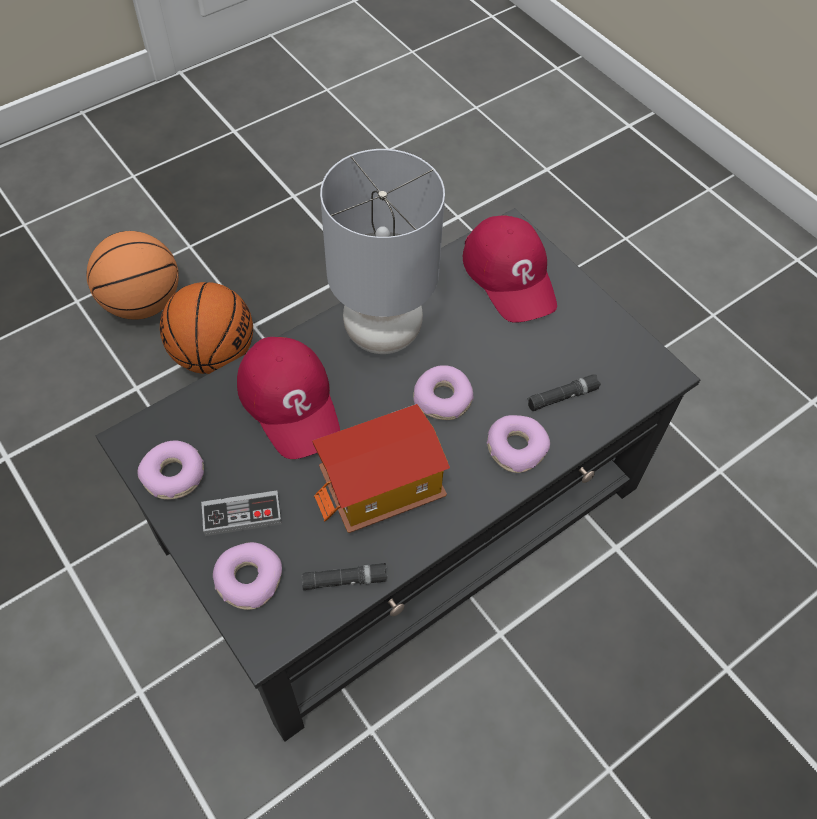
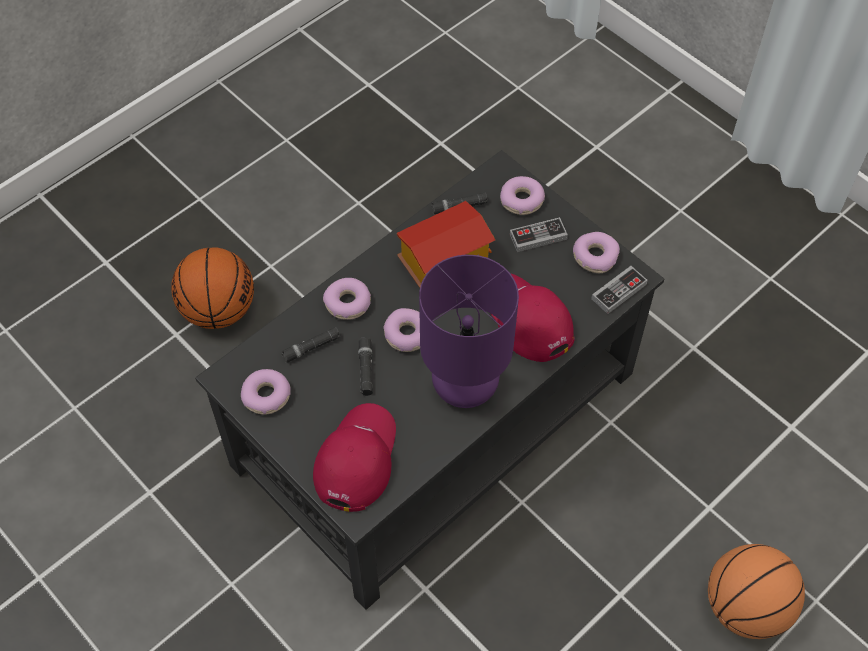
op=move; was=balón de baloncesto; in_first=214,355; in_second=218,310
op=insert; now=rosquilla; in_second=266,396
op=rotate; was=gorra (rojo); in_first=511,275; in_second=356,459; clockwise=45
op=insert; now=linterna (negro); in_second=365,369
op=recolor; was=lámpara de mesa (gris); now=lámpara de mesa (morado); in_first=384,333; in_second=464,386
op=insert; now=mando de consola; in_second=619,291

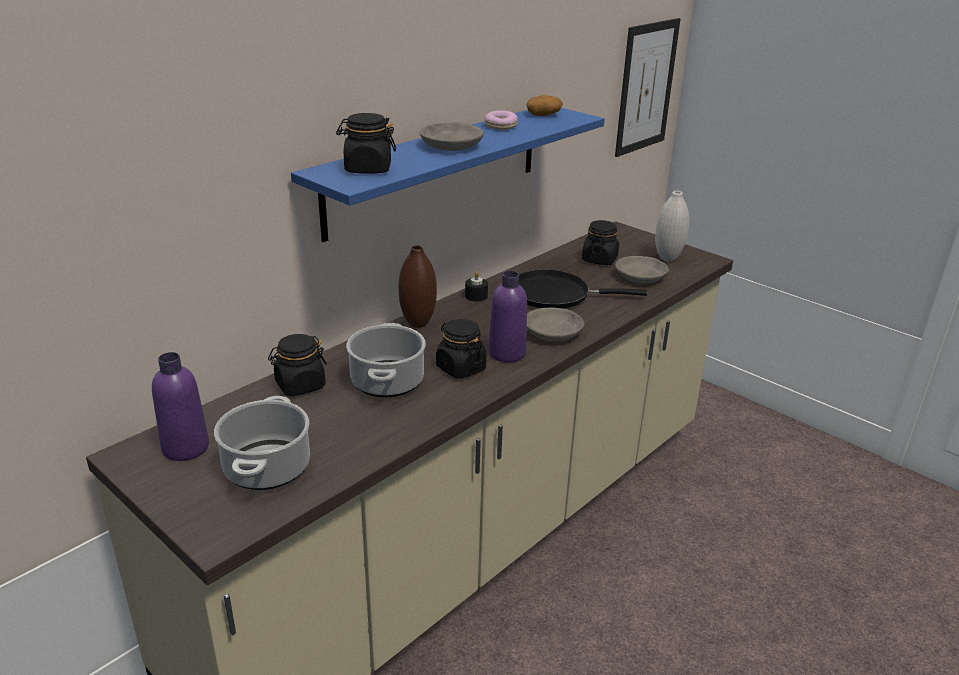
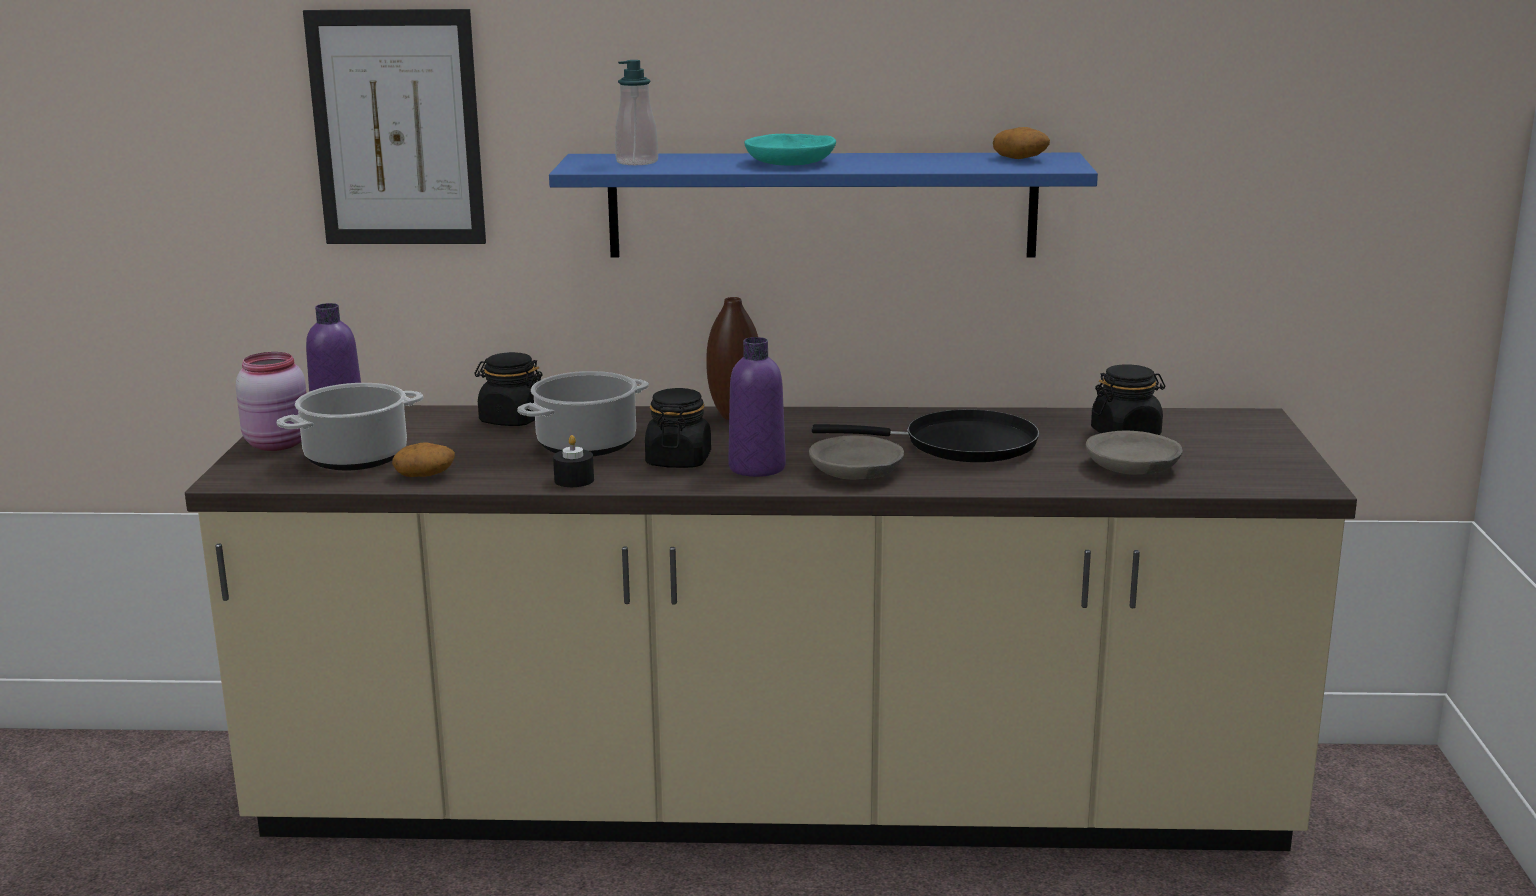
op=insert; now=tarro (rosa); in_second=279,443
op=move; was=cuadro; in_first=646,87; in_second=397,129
op=insert; now=patata; in_second=425,475
op=move; was=vela (negro); in_first=476,296; in_second=574,480
op=replace; was=tarro (negro); now=dispensador de jabón; in_first=367,169; in_second=637,162
op=recolor; was=cuenco (gris); now=cuenco (turquesa); in_first=451,145; in_second=791,162
op=rotate; was=sartén (negro); in_first=555,295; in_second=960,445; clockwise=135
op=delete; was=rosquilla; in_first=500,126
op=delete; was=florero (blanco); in_first=667,258

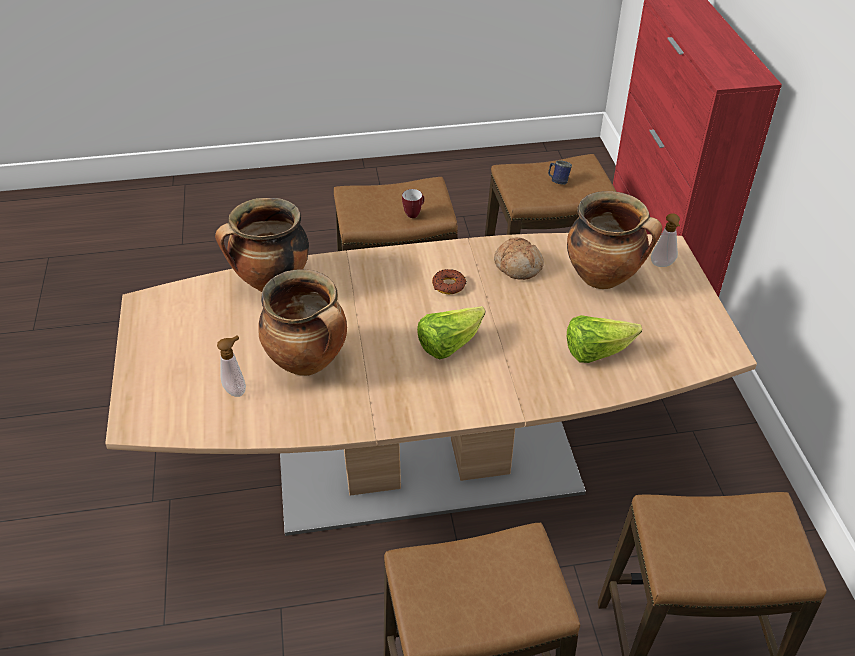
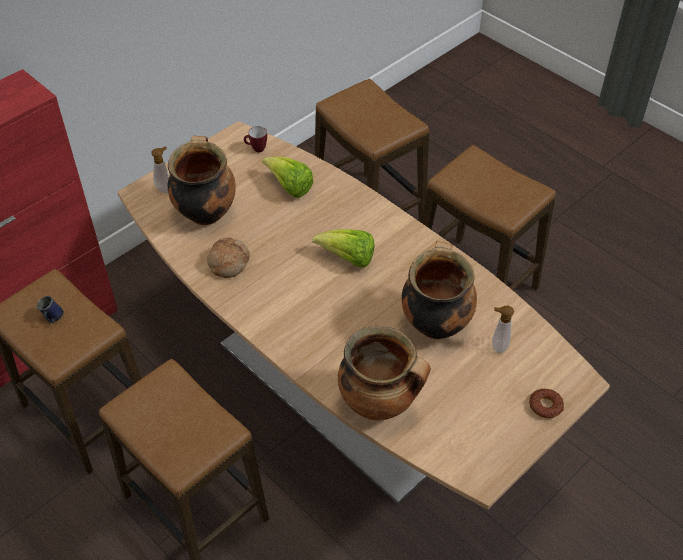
op=move; was=taza grande; in_first=414,213; in_second=256,149
op=move; was=rosquilla; in_first=449,285; in_second=545,406

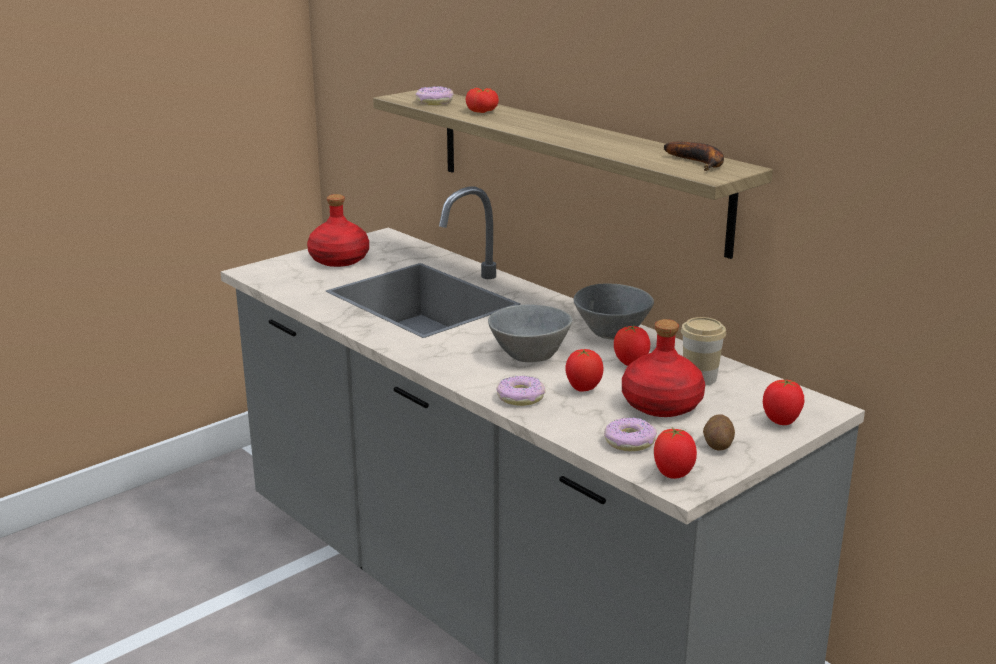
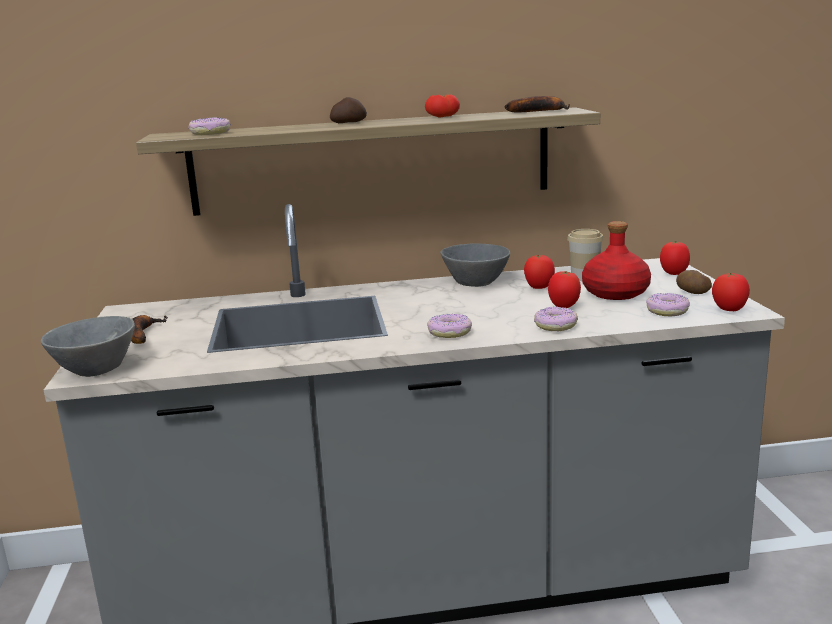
op=move; was=cuenco (gris); in_first=529,354; in_second=94,369
op=replace; was=botella (rojo); now=plátano; in_first=339,259; in_second=141,334
op=insert; now=patata; in_second=348,122
op=move; was=tomate; in_first=483,111; in_second=442,116
op=insert; now=rosquilla; in_second=449,332

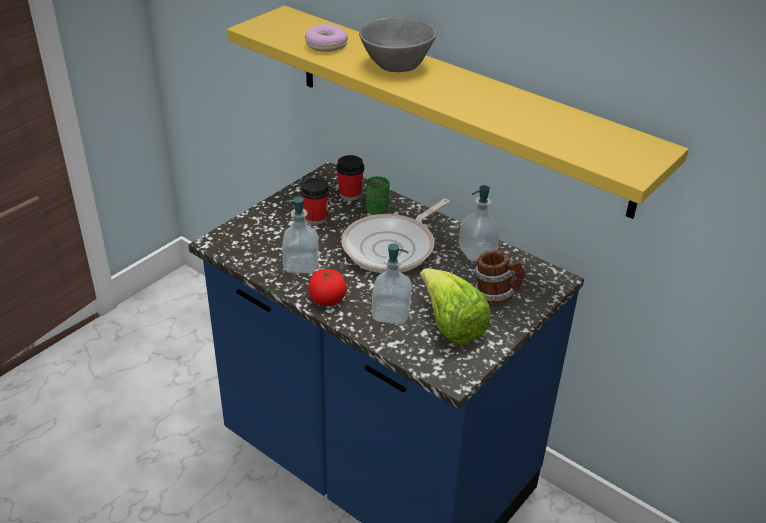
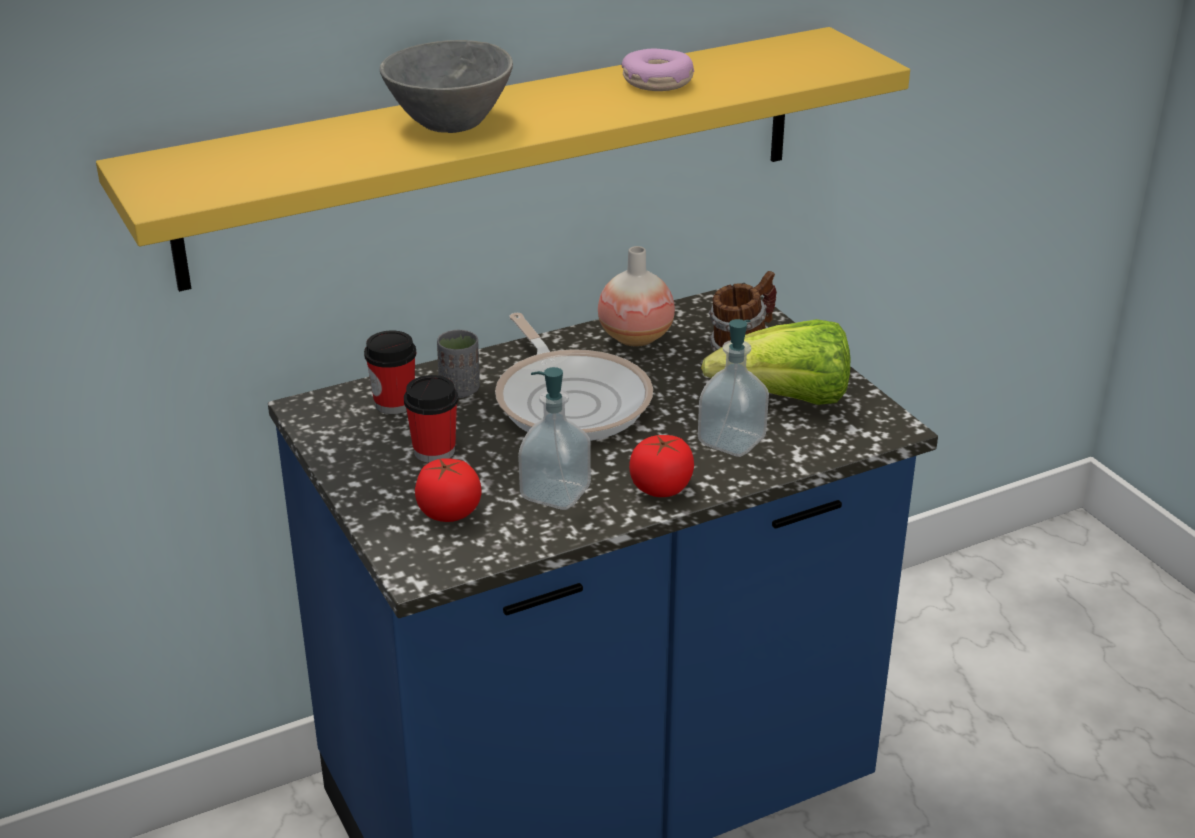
op=insert; now=tomate; in_second=449,512
op=recolor; was=taza (verde); now=taza (gris); in_first=377,210; in_second=460,390
op=replace; was=dispensador de jabón; now=florero; in_first=477,252; in_second=635,337
op=move; was=rosquilla; in_first=325,45; in_second=658,82

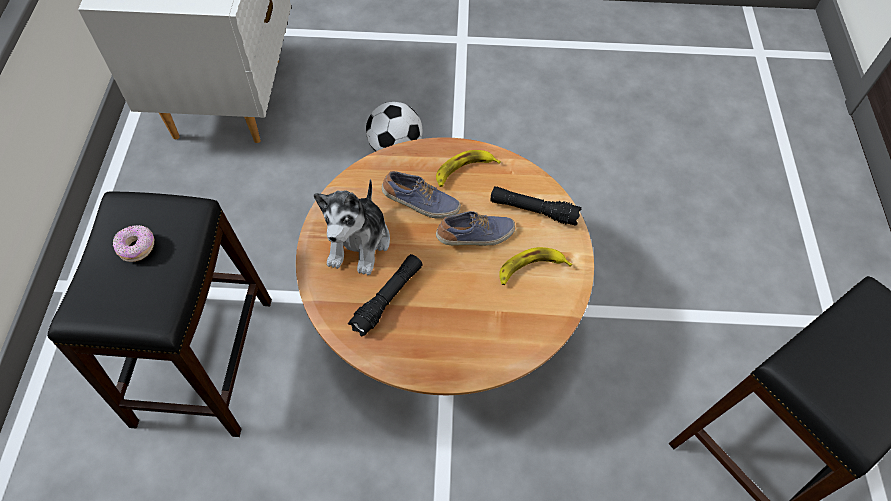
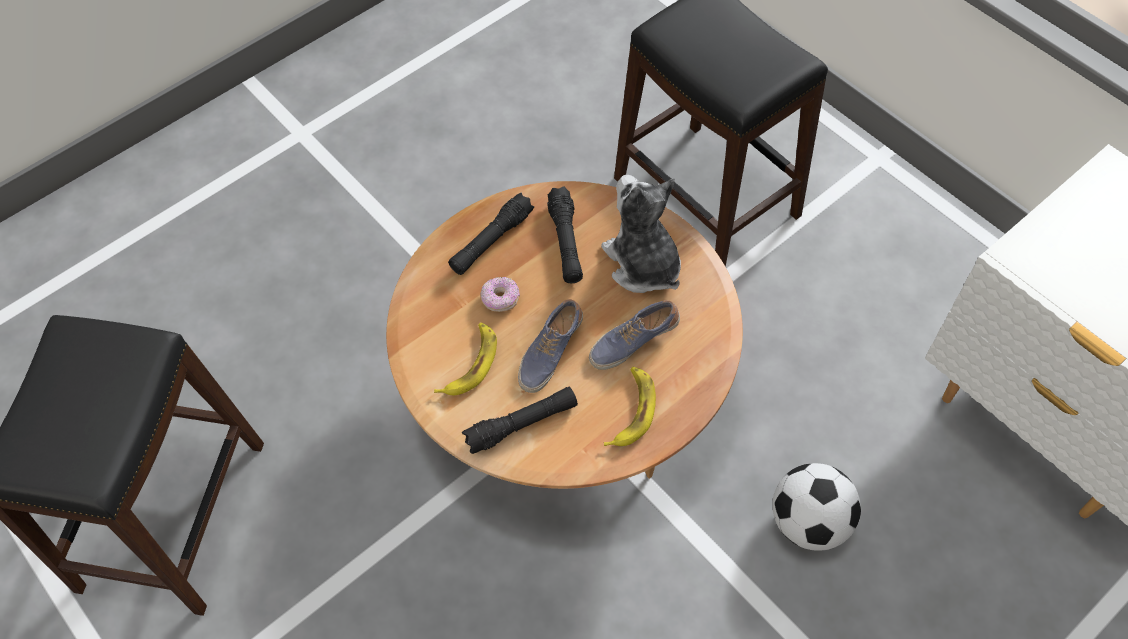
op=insert; now=linterna (negro); in_second=491,241
op=move; was=rosquilla; in_first=137,247; in_second=500,299

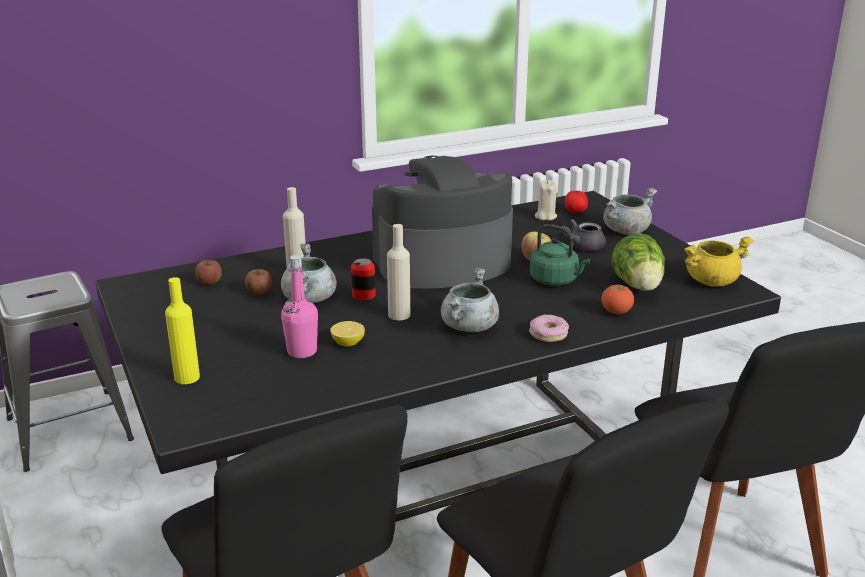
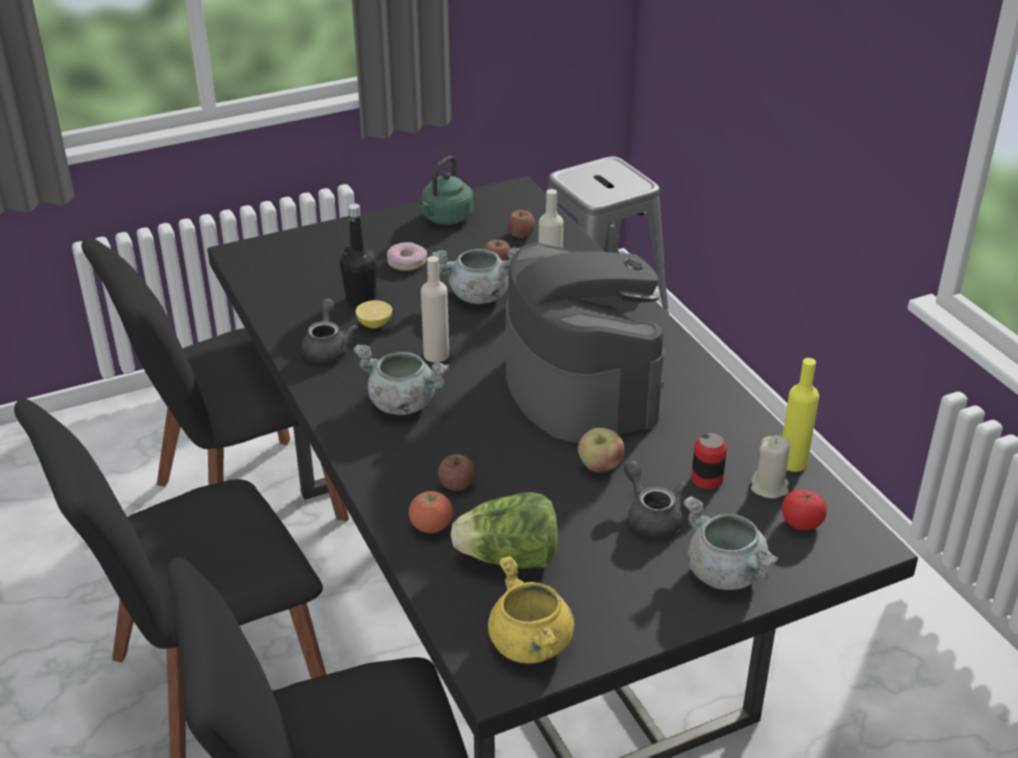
op=insert; now=tetera (gris); in_second=328,347
op=recolor; was=botella (rosa); now=botella (negro); in_first=302,351; in_second=361,299
op=move; was=rosquilla; in_first=548,334; in_second=407,262
op=move; was=hervidor (verde); in_first=556,280; in_second=445,219
op=insert; now=manzana; in_second=456,484
op=move; was=lata; in_first=363,295; in_second=707,479
op=move; was=botella (amarillo); in_first=187,377; in_second=793,462

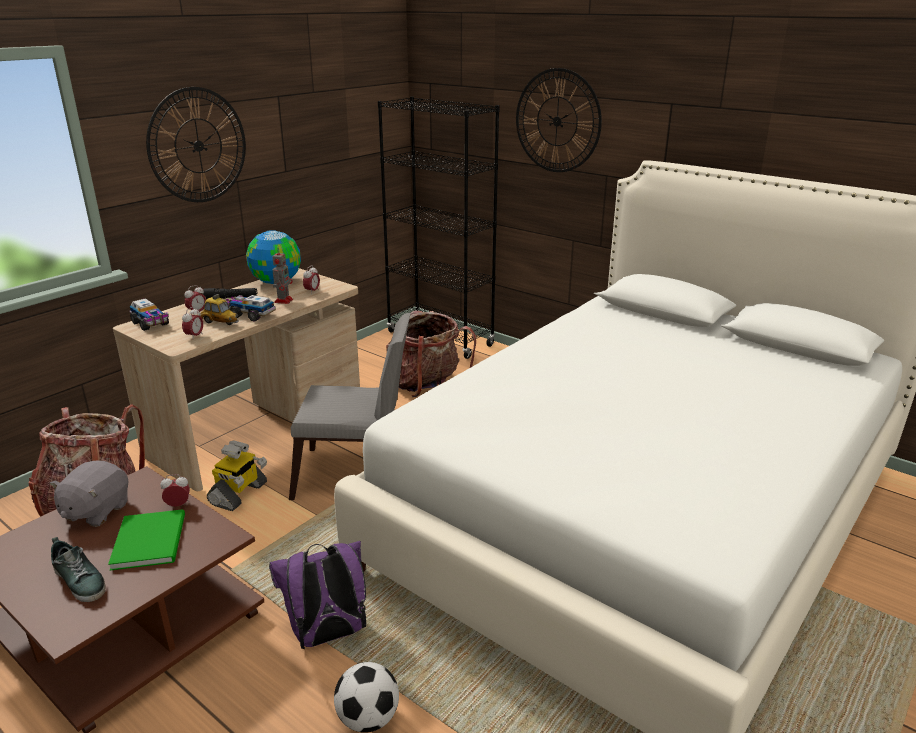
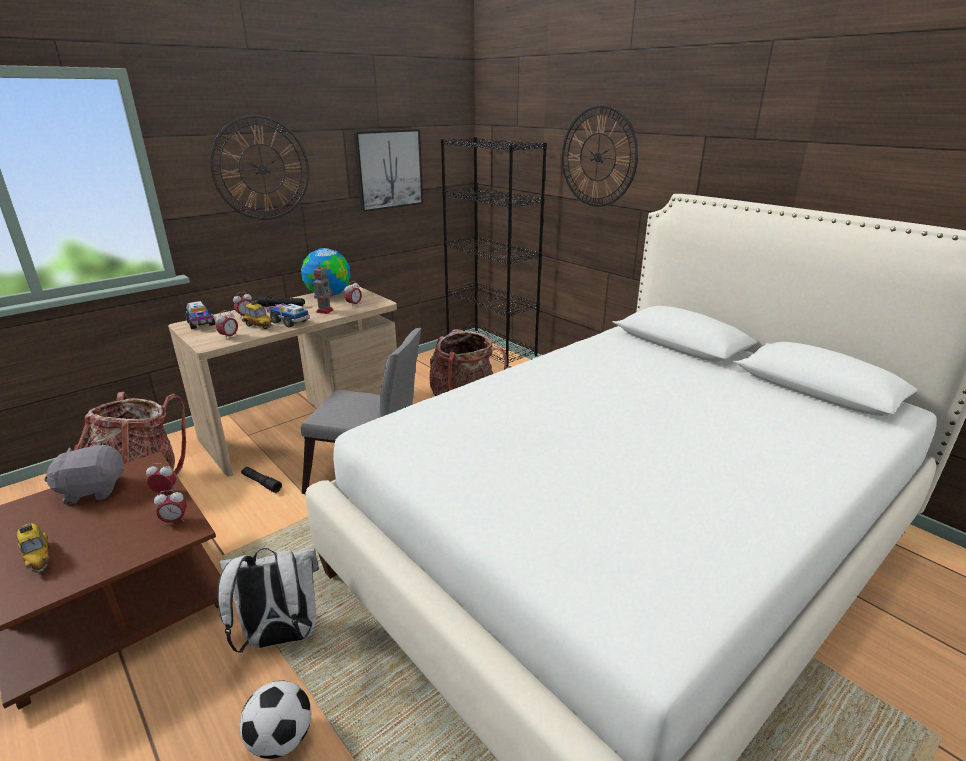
op=replace; was=zapato; now=coche de juguete; in_first=80,580; in_second=39,558
op=rotate; was=peluche (gris); in_first=95,511; in_second=93,490; clockwise=45
op=insert; now=despertador; in_second=175,521
op=recolor; was=mochila (morado); now=mochila (blanco); in_first=327,635; in_second=280,637
op=replace; was=robot de juguete; now=linterna (negro); in_first=239,494; in_second=261,483
op=insert; now=cuadro; in_second=389,169
op=delete; was=libro (verde); in_first=152,539

